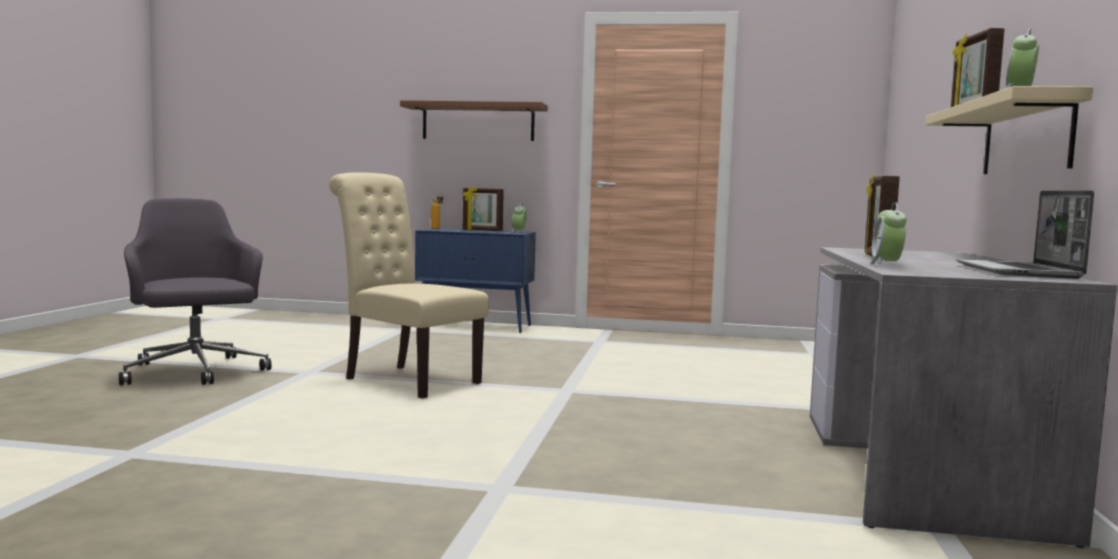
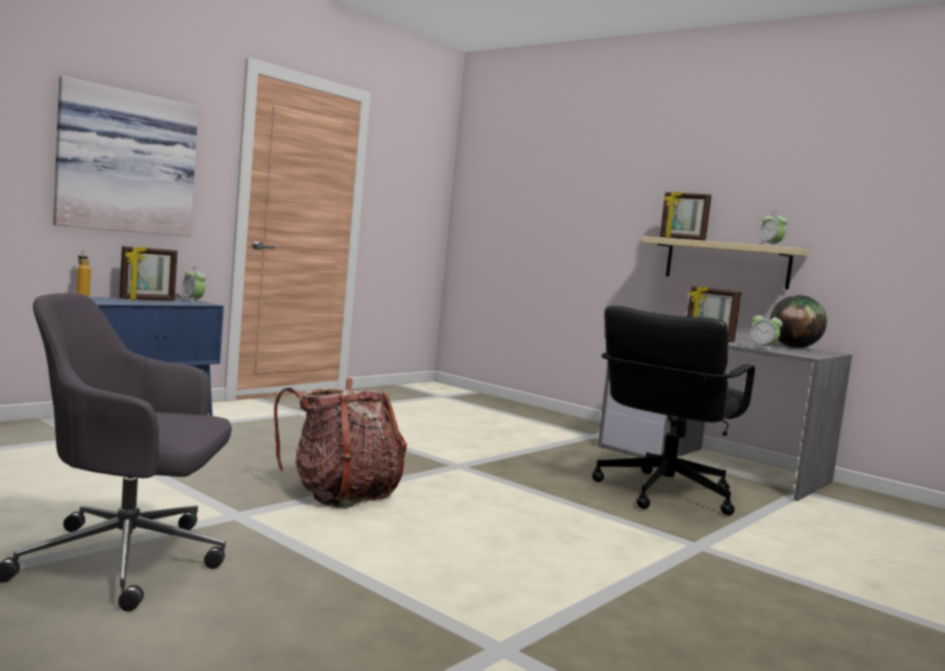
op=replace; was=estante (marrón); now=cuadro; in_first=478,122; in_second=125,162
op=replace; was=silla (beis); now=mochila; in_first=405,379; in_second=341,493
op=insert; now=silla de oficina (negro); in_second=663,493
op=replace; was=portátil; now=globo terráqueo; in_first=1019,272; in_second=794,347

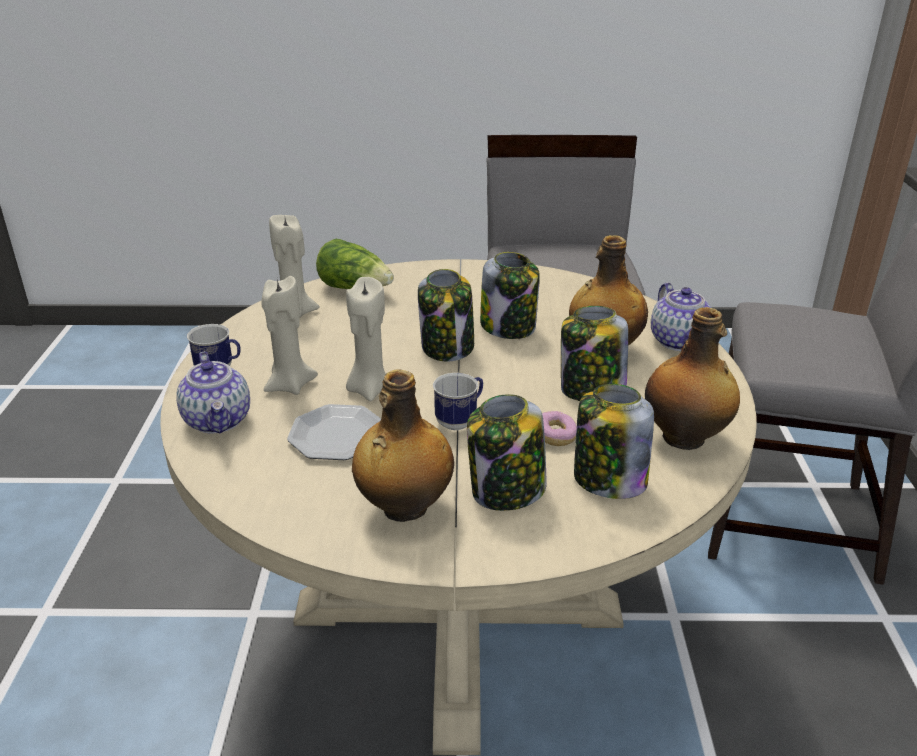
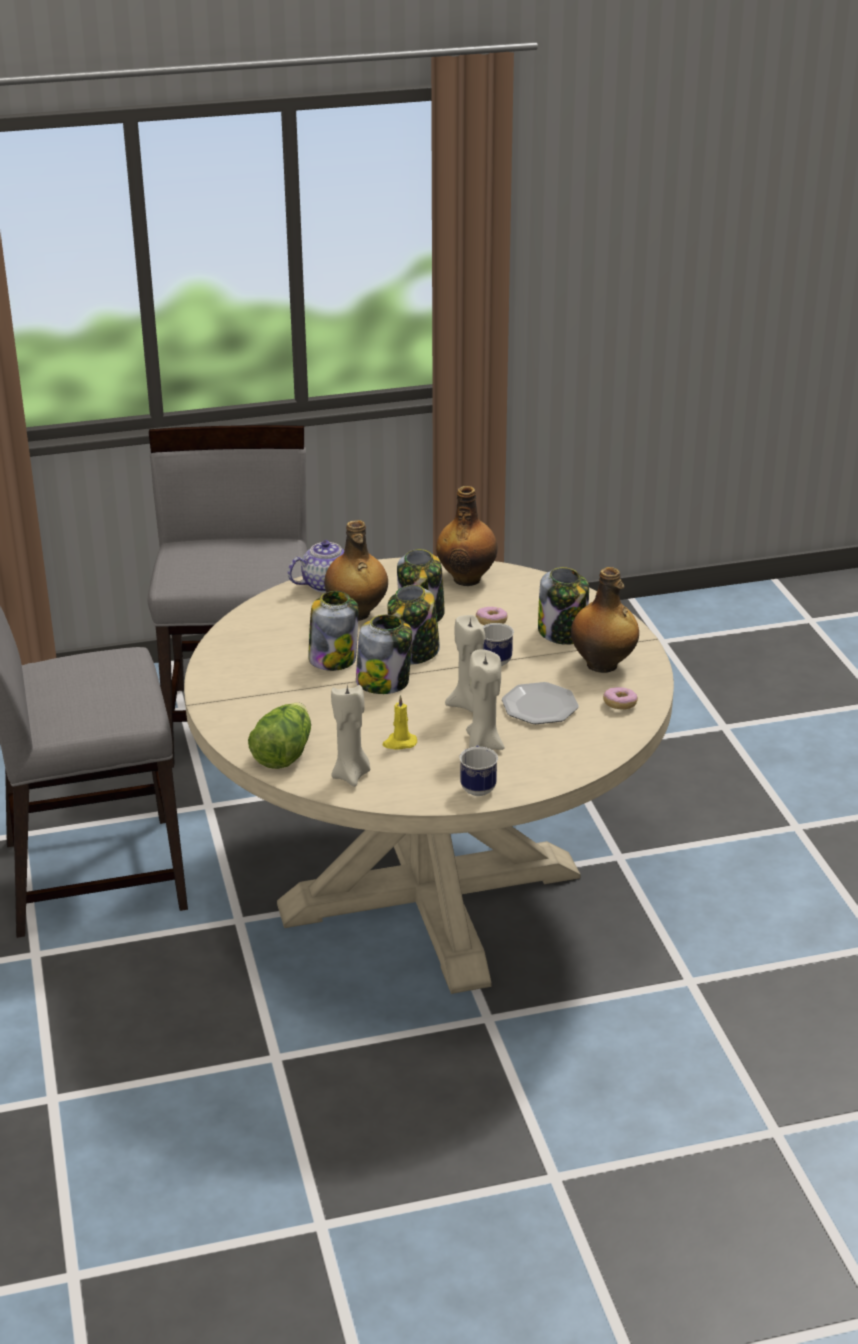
op=insert; now=vela (amarillo); in_second=399,743
op=move; was=tarro; in_first=608,480; in_second=414,653
op=insert; now=rosquilla; in_second=620,705
op=delete; was=tetera; in_first=219,420

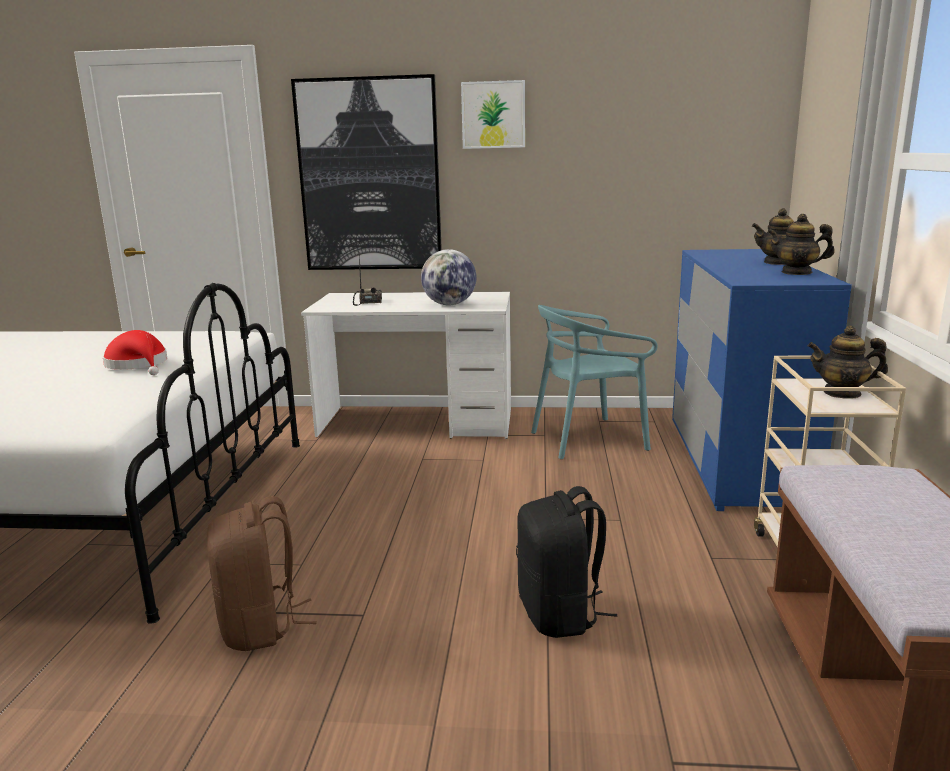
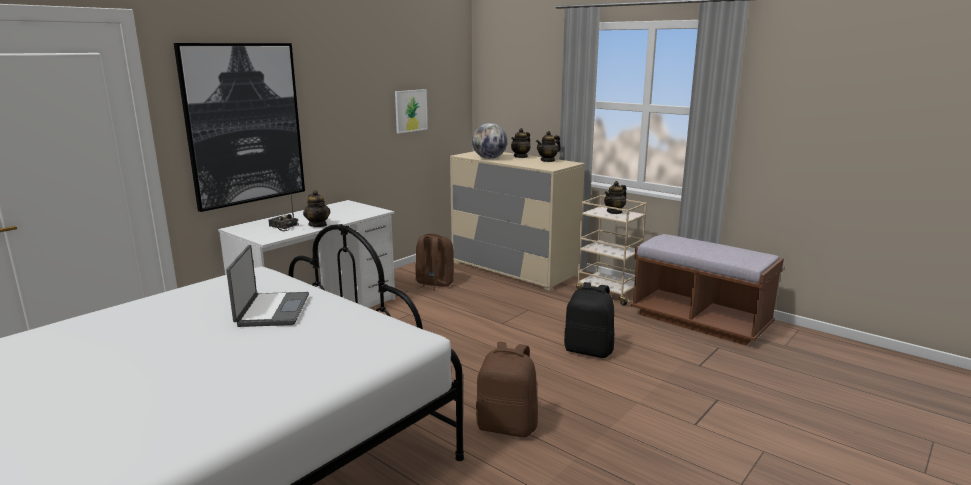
op=replace; was=sombrero (rojo); now=portátil; in_first=139,365; in_second=271,310
op=insert; now=tetera; in_second=318,225
op=move; was=cuadro; in_first=493,115; in_second=410,110
op=replace; was=silla (turquesa); now=mochila (marrón); in_first=588,439; in_second=434,284
op=recolor; was=cómoda (azul); now=cómoda (beis); in_first=736,462; in_second=513,269
op=move; was=globo terráqueo; in_first=449,304; in_second=489,158

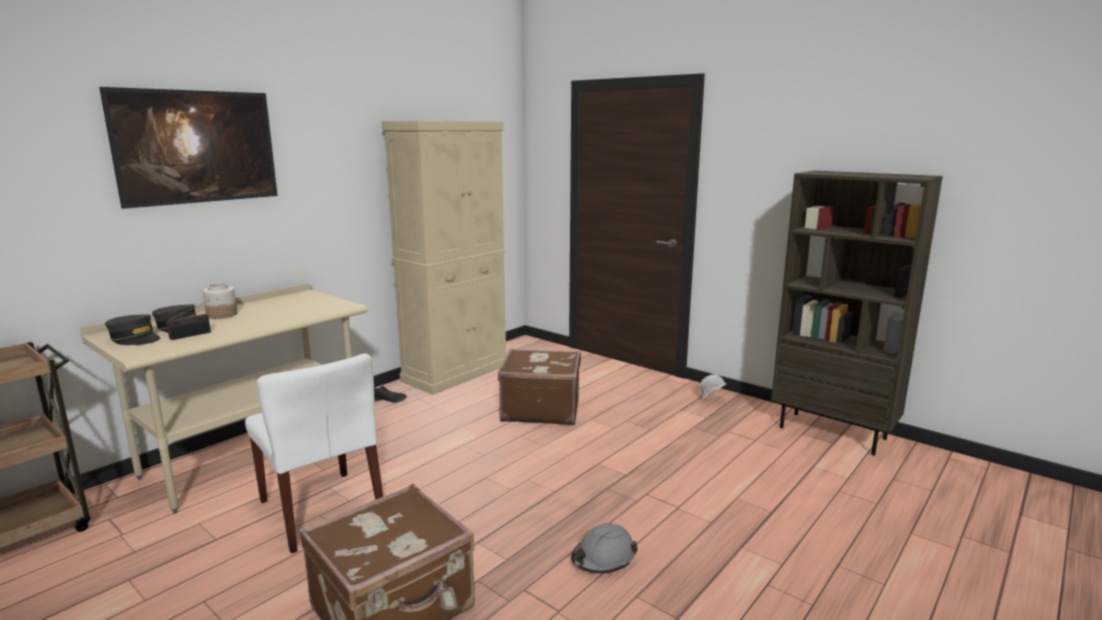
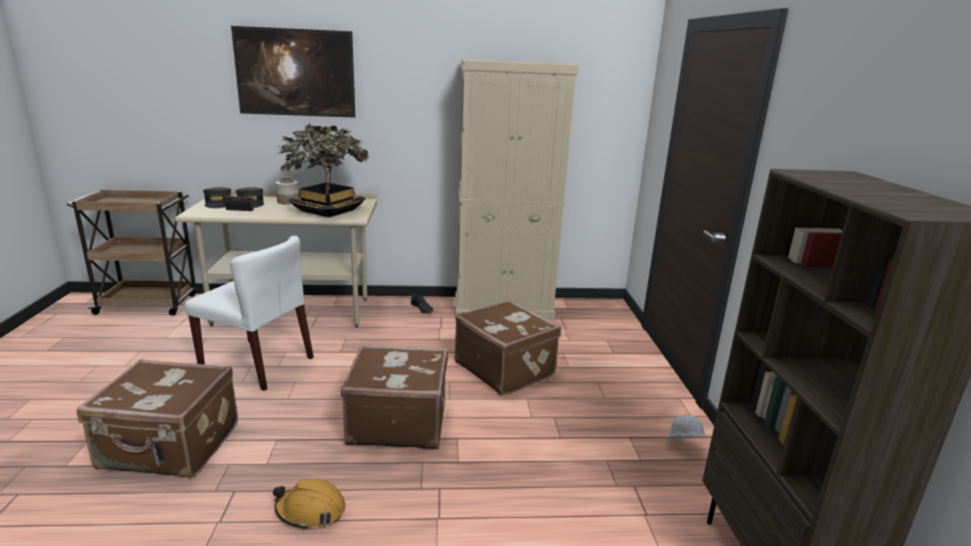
op=rotate; was=silla (blanco); in_first=322,510; in_second=258,363; clockwise=-75
op=recolor; was=casco (gris); now=casco (naranja); in_first=603,558; in_second=311,511
op=insert; now=planta en maceta; in_second=328,210
op=insert; now=maleta (marrón); in_second=397,422

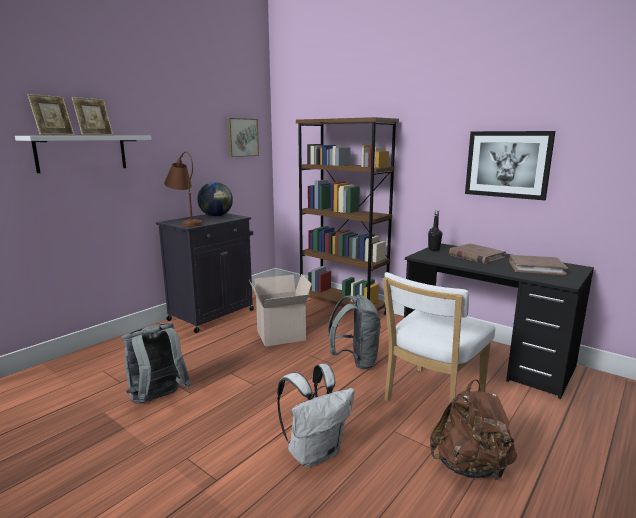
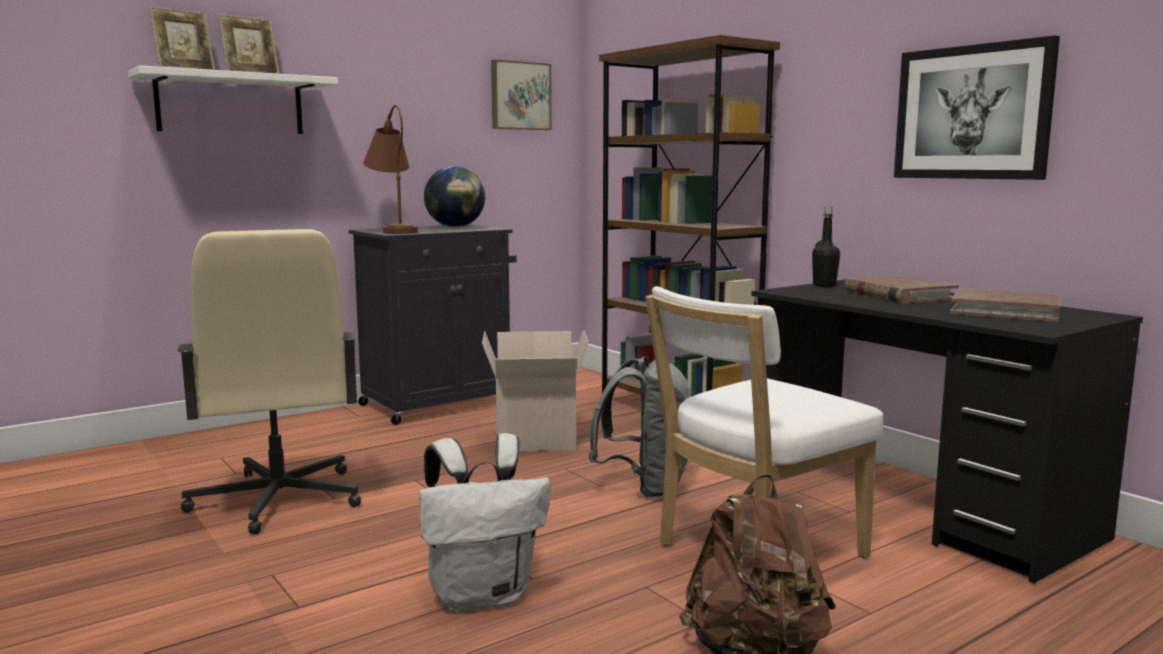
op=replace; was=mochila (gris); now=silla de oficina (beis); in_first=158,399; in_second=277,500

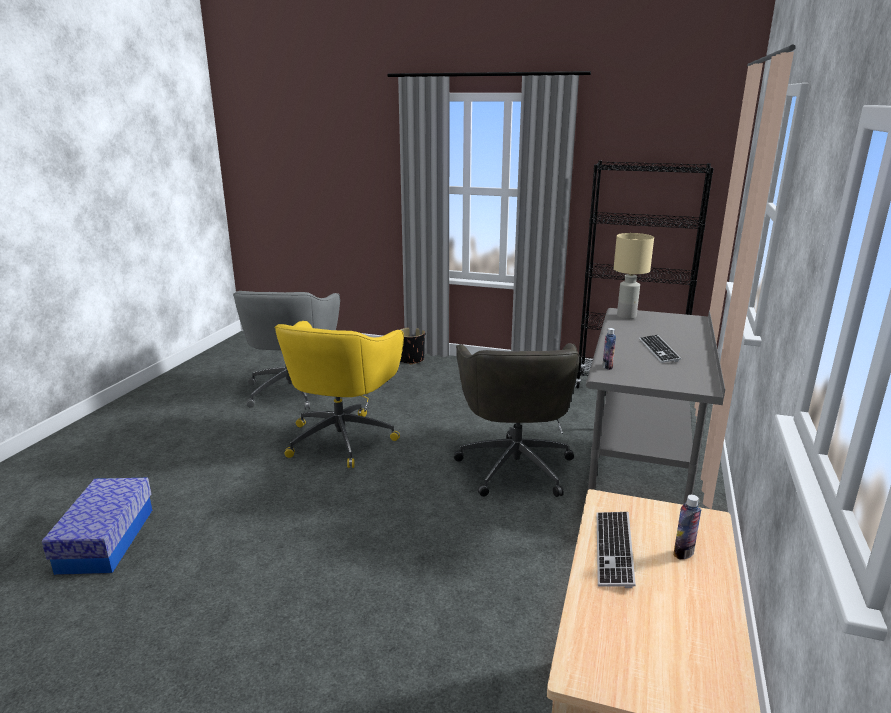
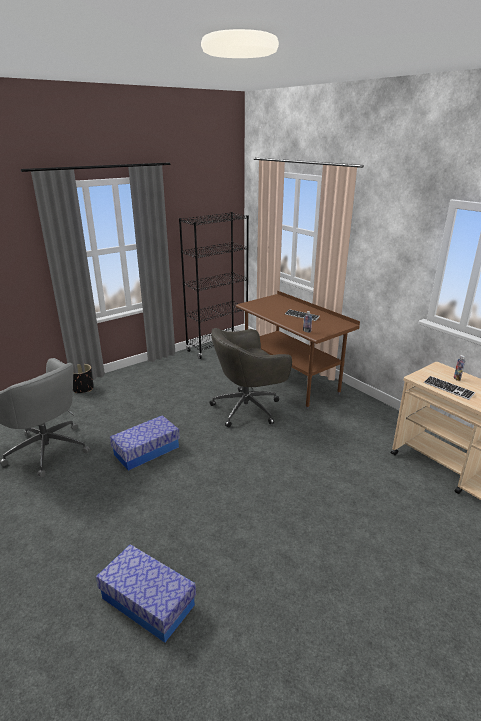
op=replace; was=silla de oficina (amarillo); now=caja de almacenaje; in_first=342,438; in_second=146,451
op=rotate; was=silla de oficina (gris); in_first=515,465; in_second=248,408; clockwise=120
op=recolor; was=escritorio (gris); now=escritorio (marrón); in_first=639,473; in_second=290,381
op=delete; was=lámpara de mesa (beis); in_first=626,316

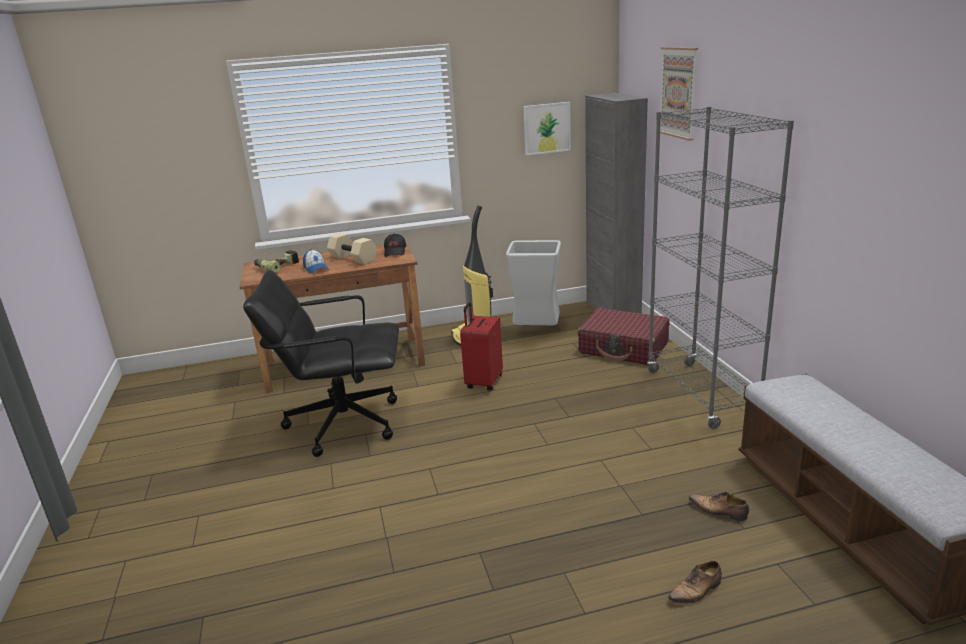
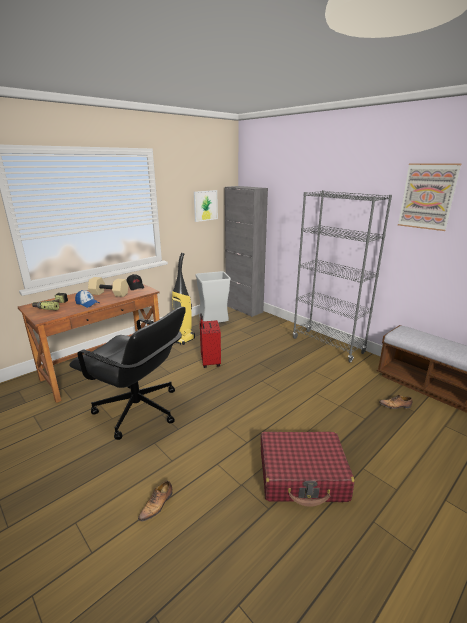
op=rotate; was=silla de oficina (negro); in_first=342,423; in_second=138,410; clockwise=-120
op=move; was=zapato; in_first=696,591; in_second=157,505
op=move; was=maleta (rojo); in_first=624,348; in_second=302,476
op=move; was=cuadro; in_first=678,92; in_second=427,196

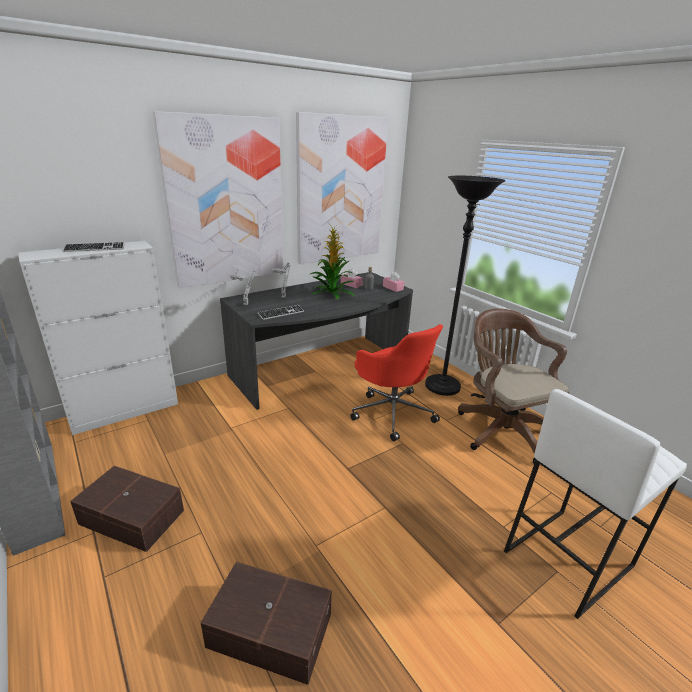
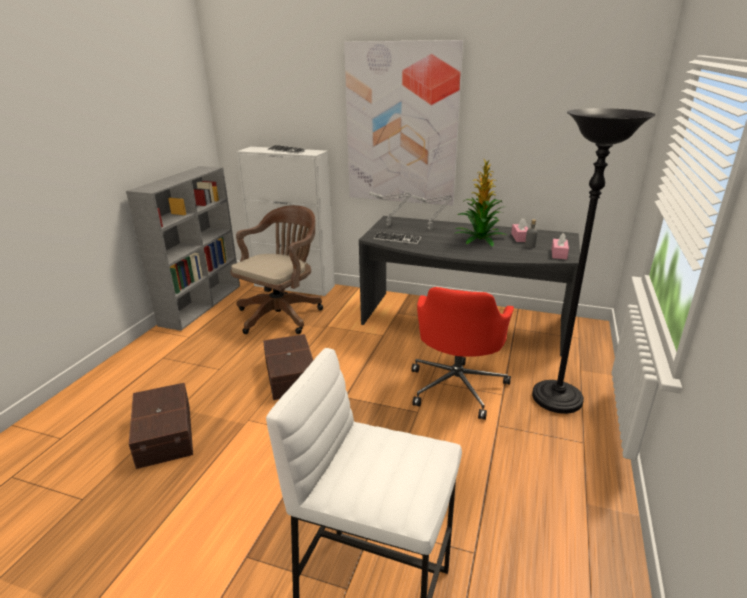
op=move; was=silla de oficina (marrón); in_first=500,429; in_second=282,314
op=move; was=caja de almacenaje (marrón); in_first=131,518; in_second=289,376
op=delete; was=cuadro; in_first=341,191

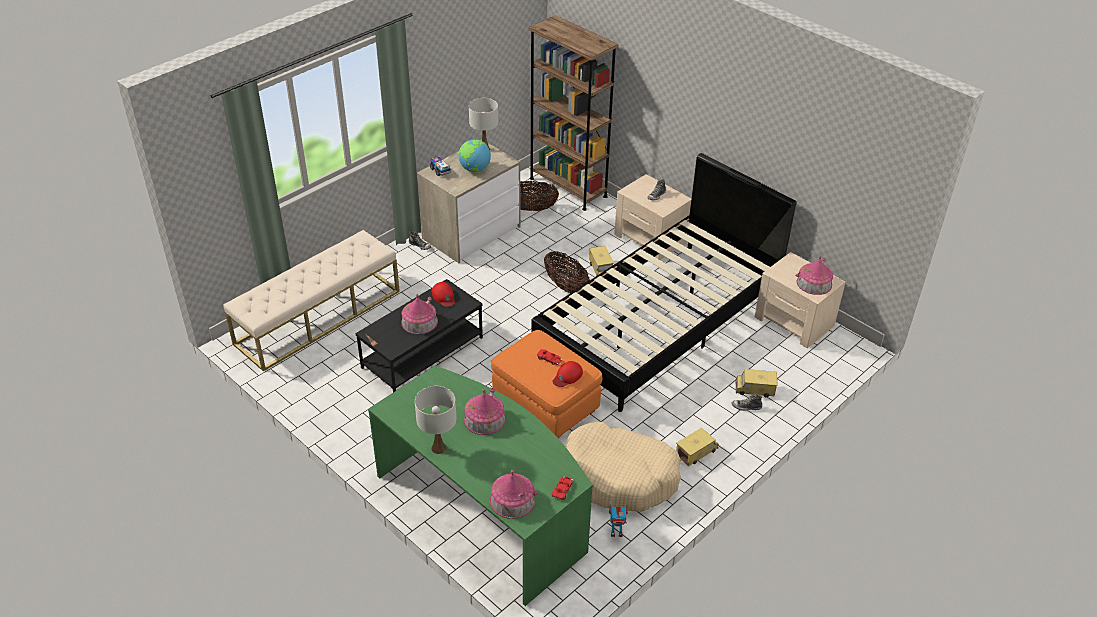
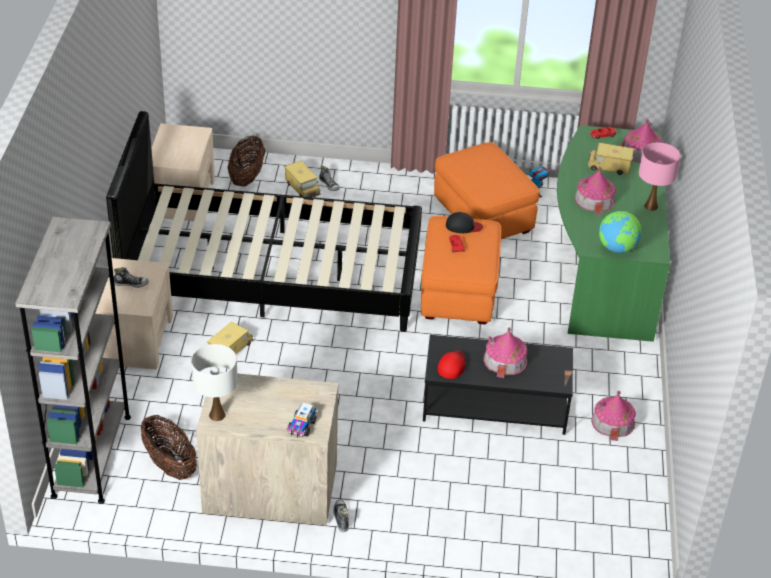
op=recolor; was=estantería (marrón); now=estantería (gris); in_first=568,187; in_second=91,456
op=move; was=cesta; in_first=566,286; in_second=247,177
op=replace; was=cama para perro (beis); now=puf (naranja); in_first=620,476; in_second=483,216
op=recolor; was=gorra (rojo); now=gorra (negro); in_first=567,376; in_second=463,226
op=move; was=camión de juguete; in_first=696,452; in_second=609,166
op=move; was=casita; in_first=814,283; in_second=613,422
op=move; was=globo terráqueo; in_first=474,169; in_second=617,248
op=recolor; was=lámpara de mesa (blanco); now=lámpara de mesa (rosa); in_first=438,448; in_second=651,206
op=delete; was=banco (beis); in_first=318,317

